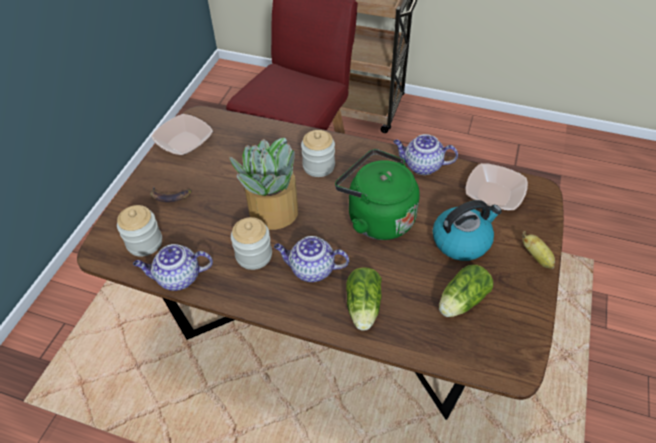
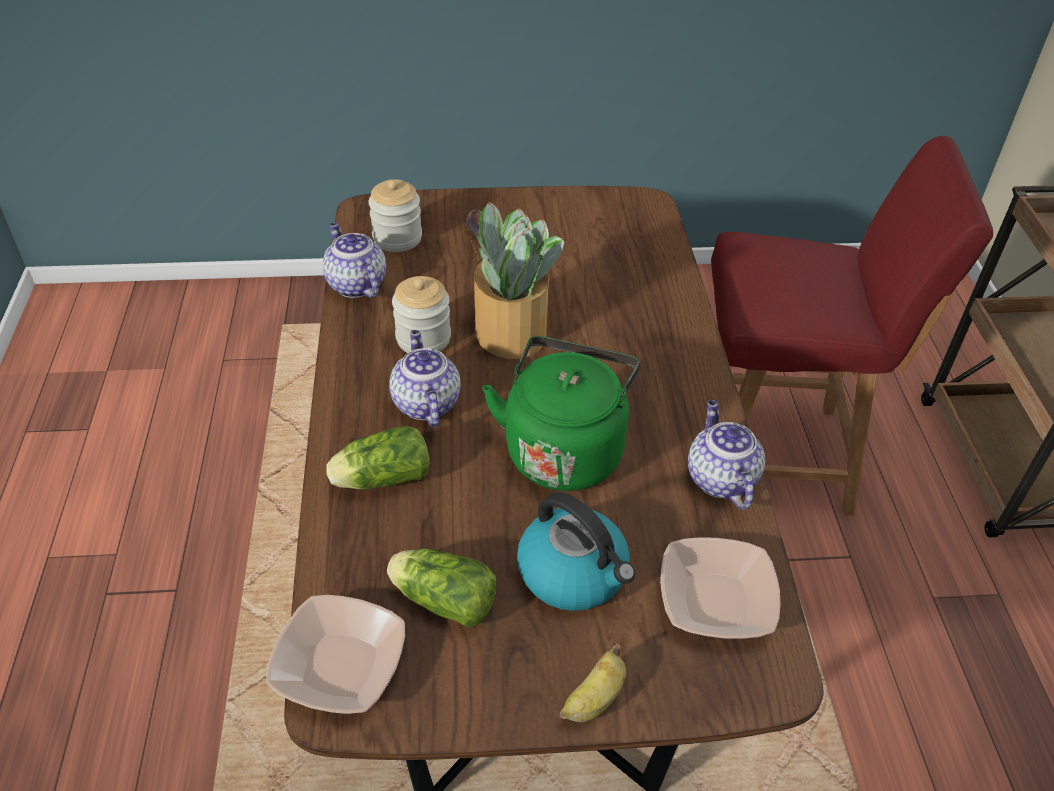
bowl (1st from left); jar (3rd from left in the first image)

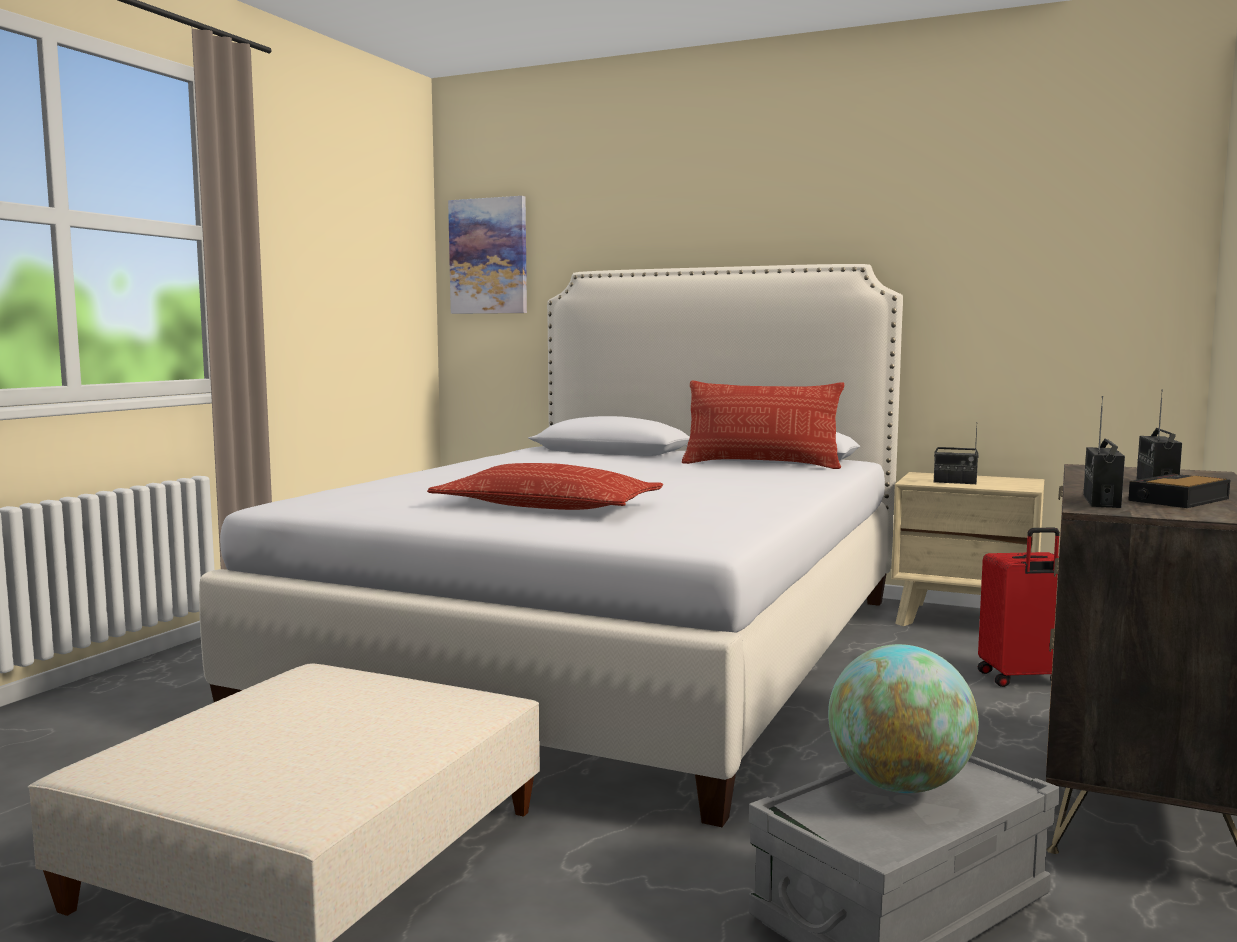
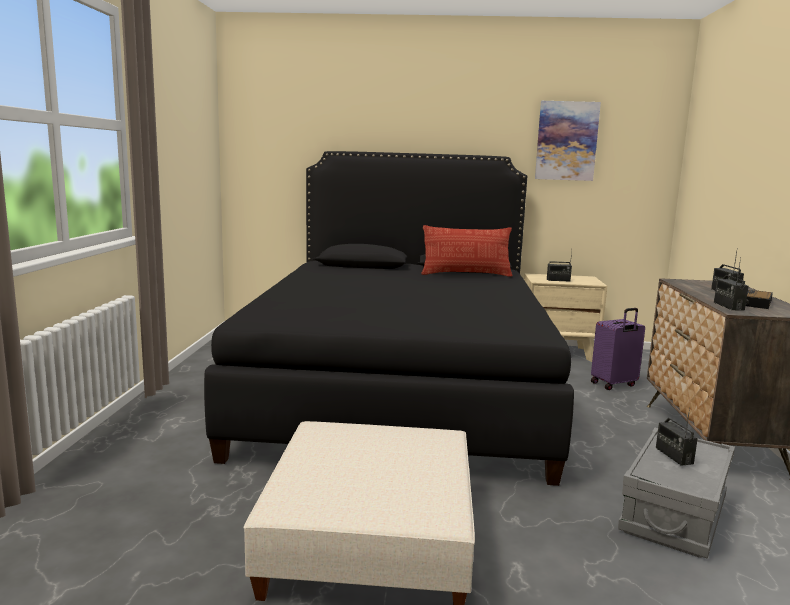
picture; black bed; pillow (1st from left in the first image); purple suitcase; radio (2nd from left)

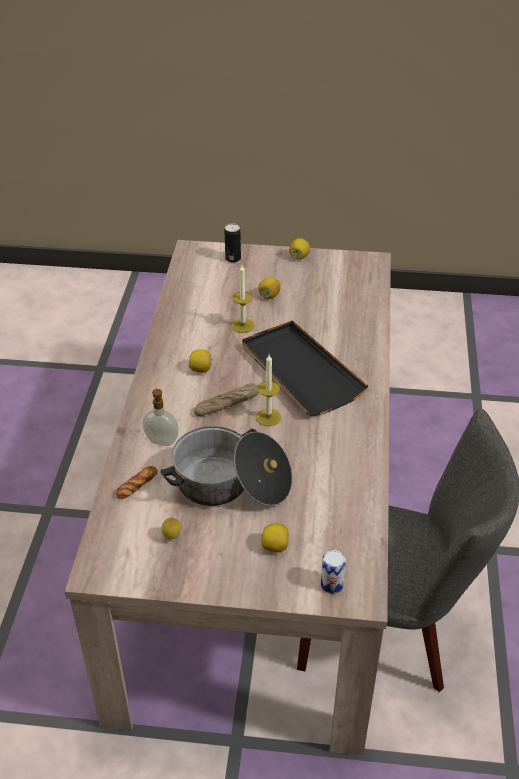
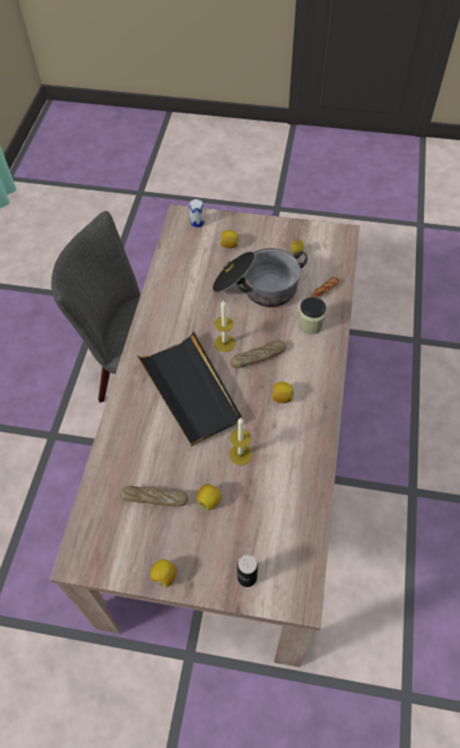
jar; bread (1st from left)

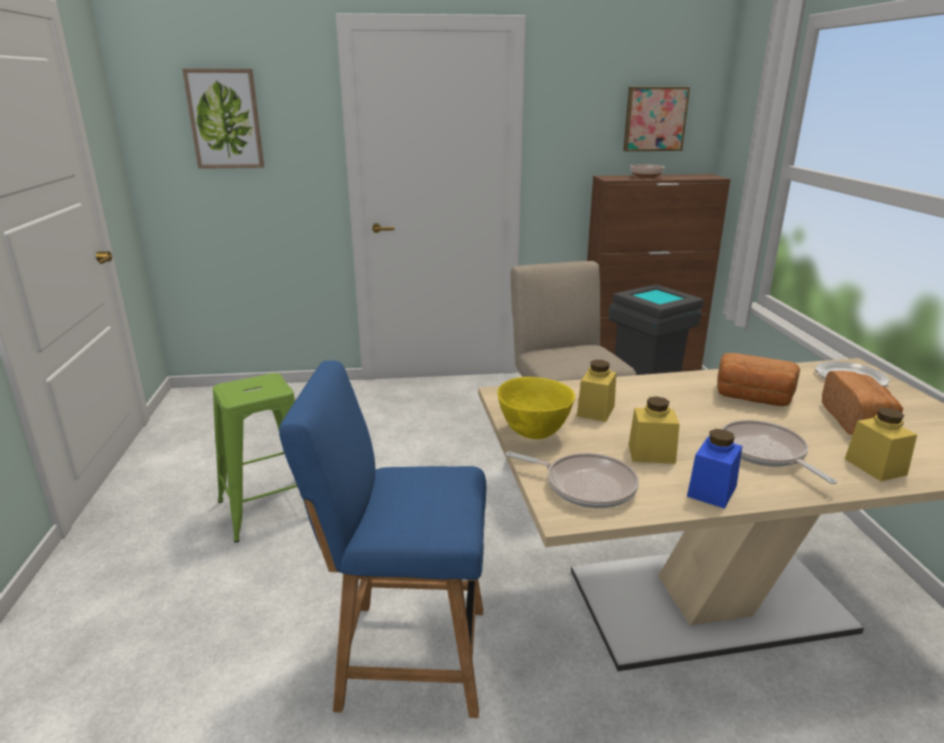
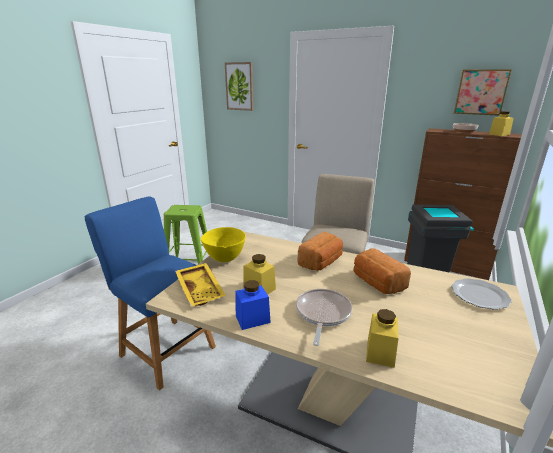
yellow jar (3rd from left); bread (1st from left); yellow tray

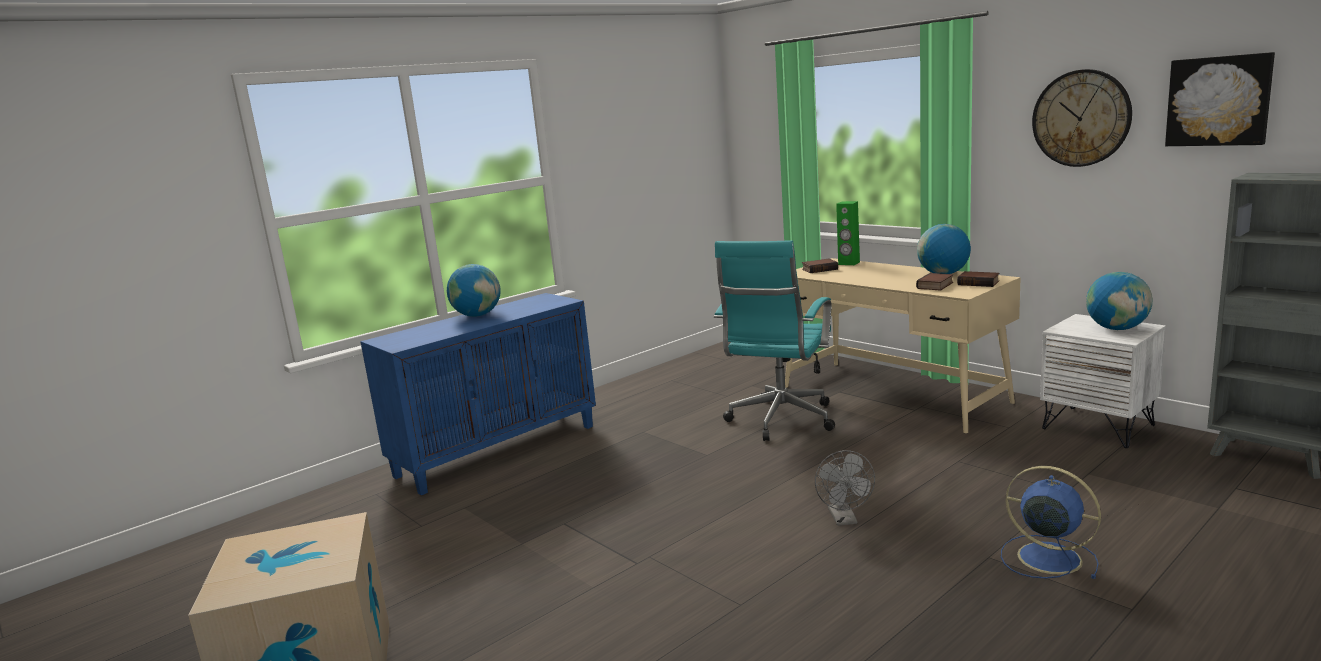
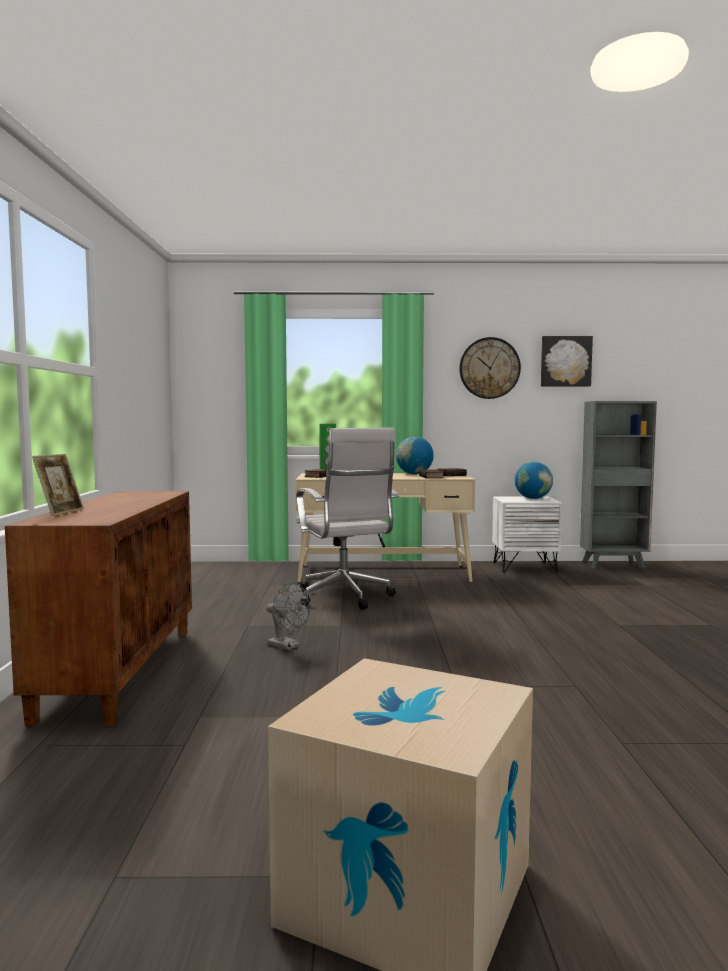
white office chair; globe (1st from left in the first image); brown cabinet; grey fan; blue fan; picture frame

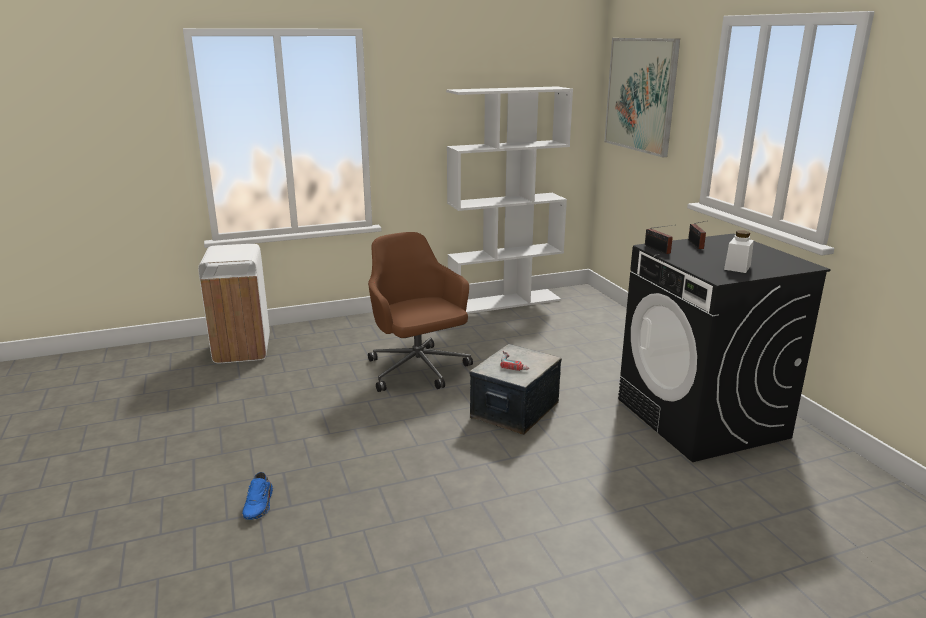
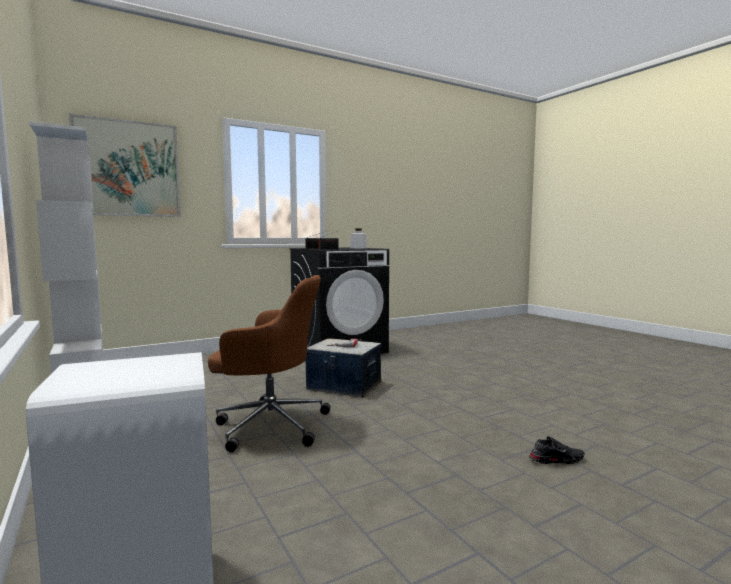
brown office chair; black shoe

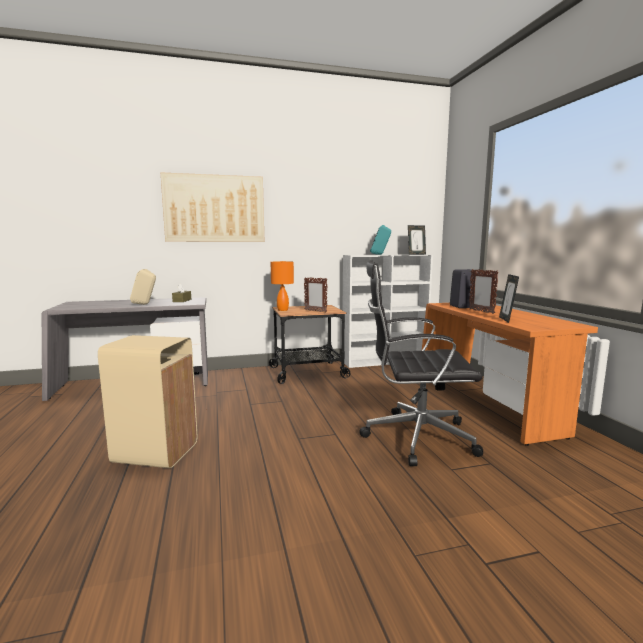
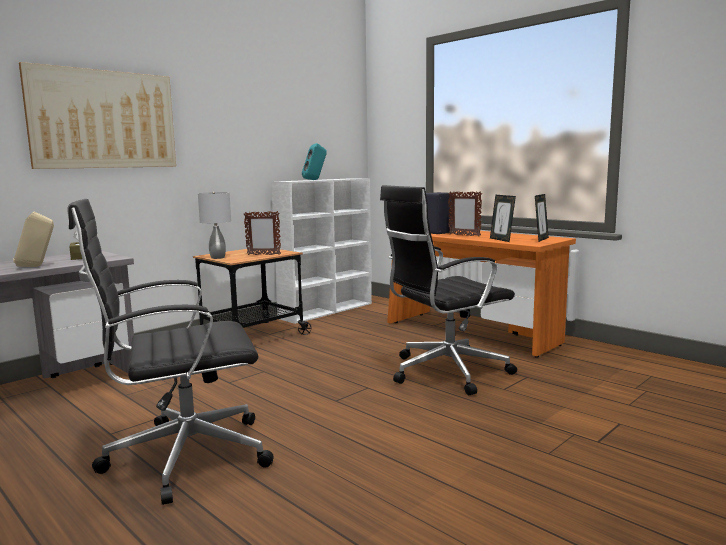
picture frame (4th from left); grey table lamp; black office chair (1st from left)

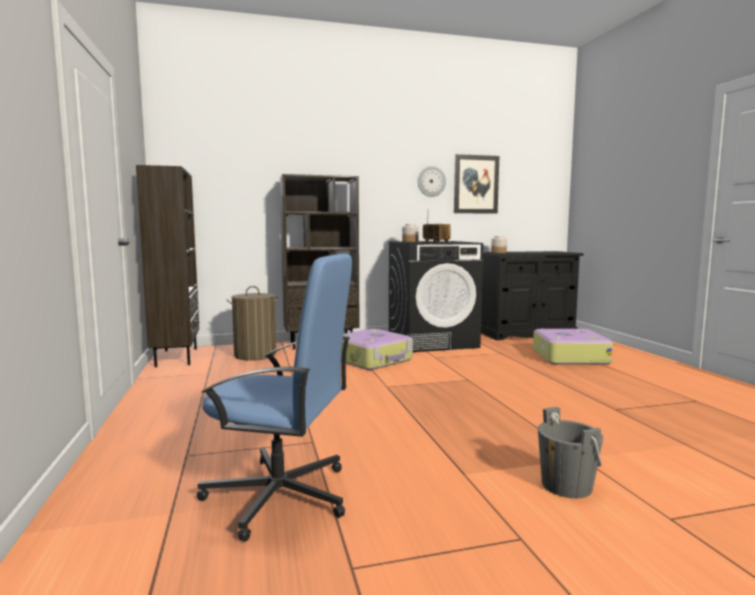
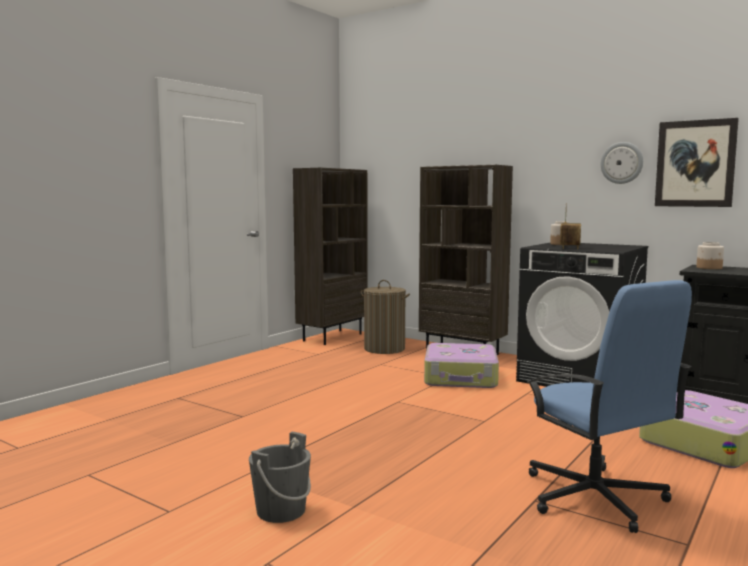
blue office chair

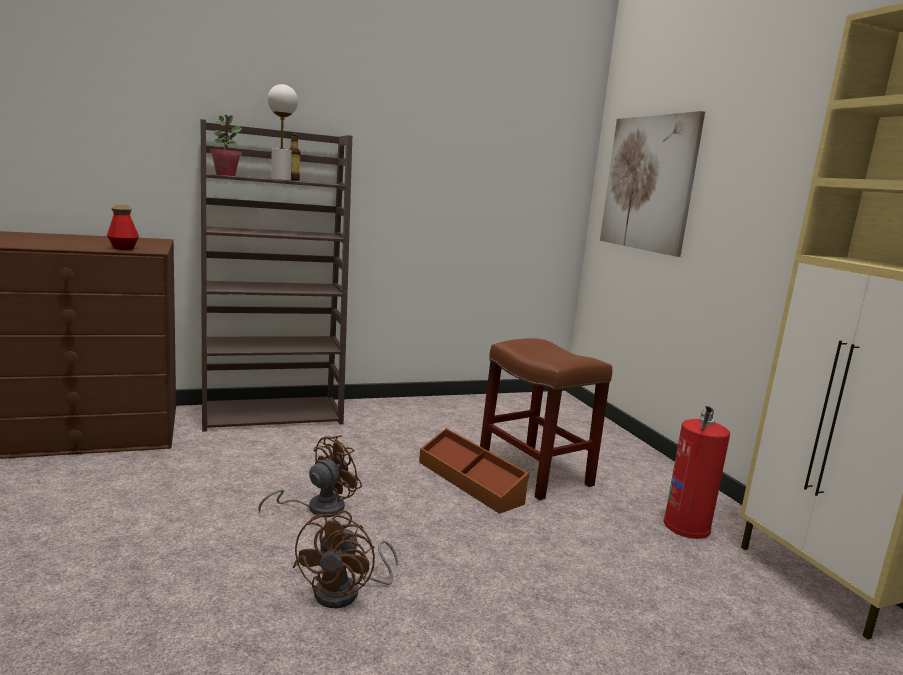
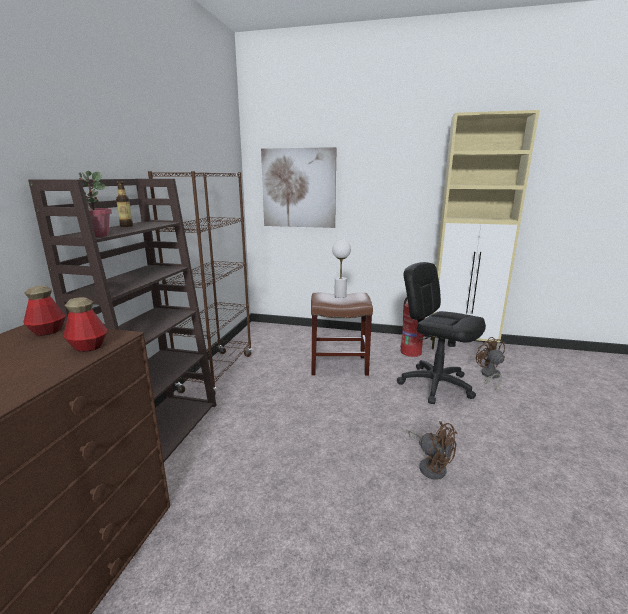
white table lamp; brown storage box; brown fan (2nd from left); brown bookcase (2nd from left); black office chair; bottle (1st from left)

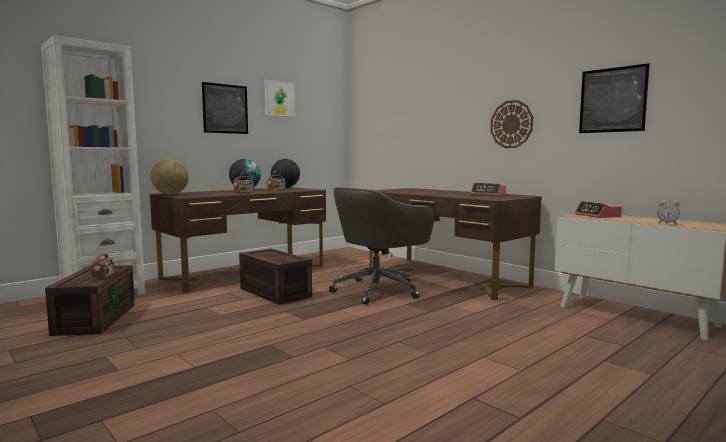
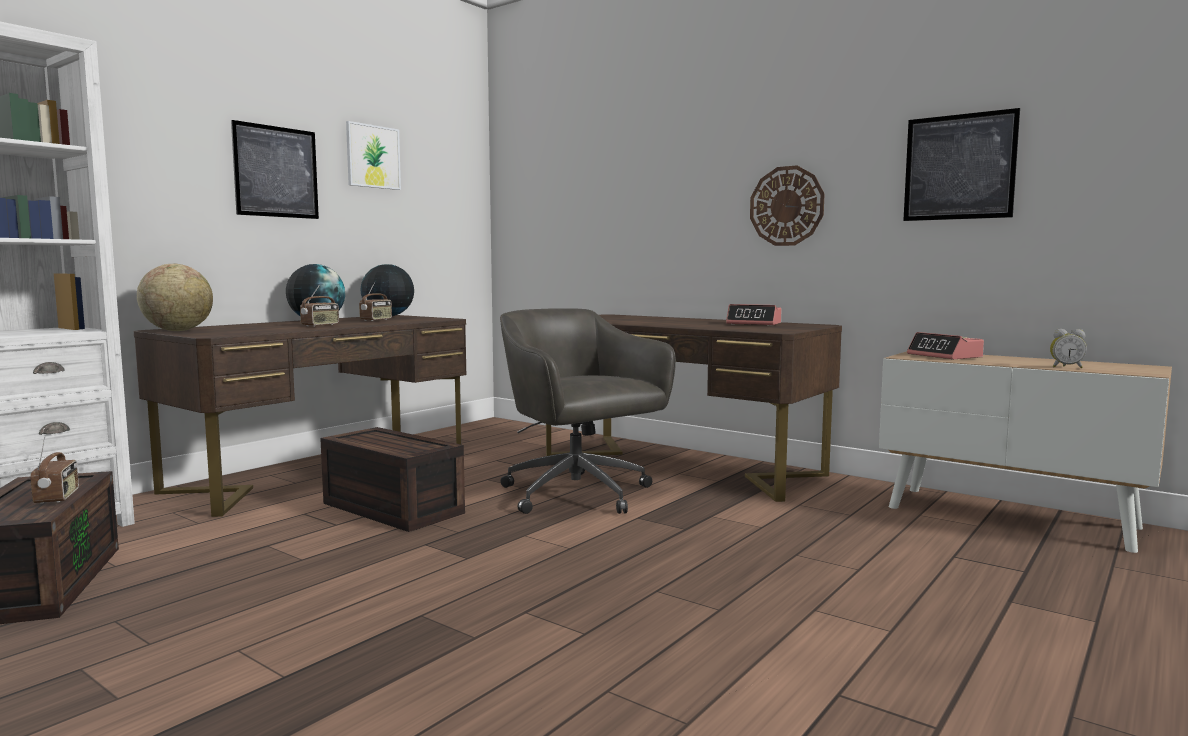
grey office chair

